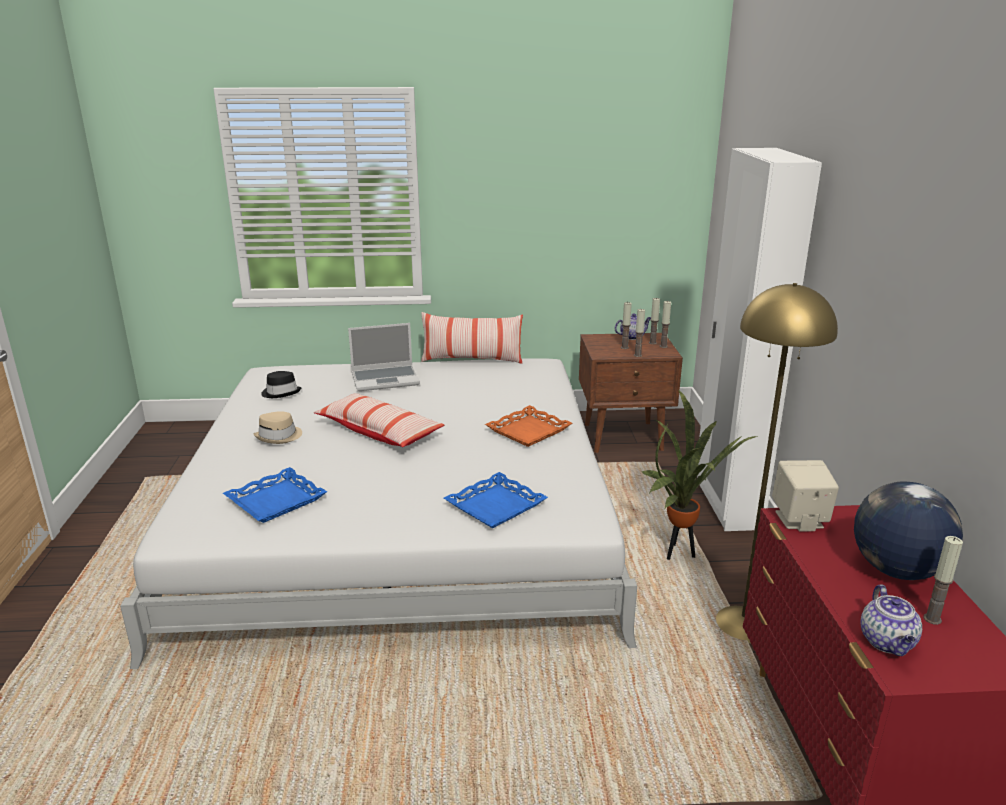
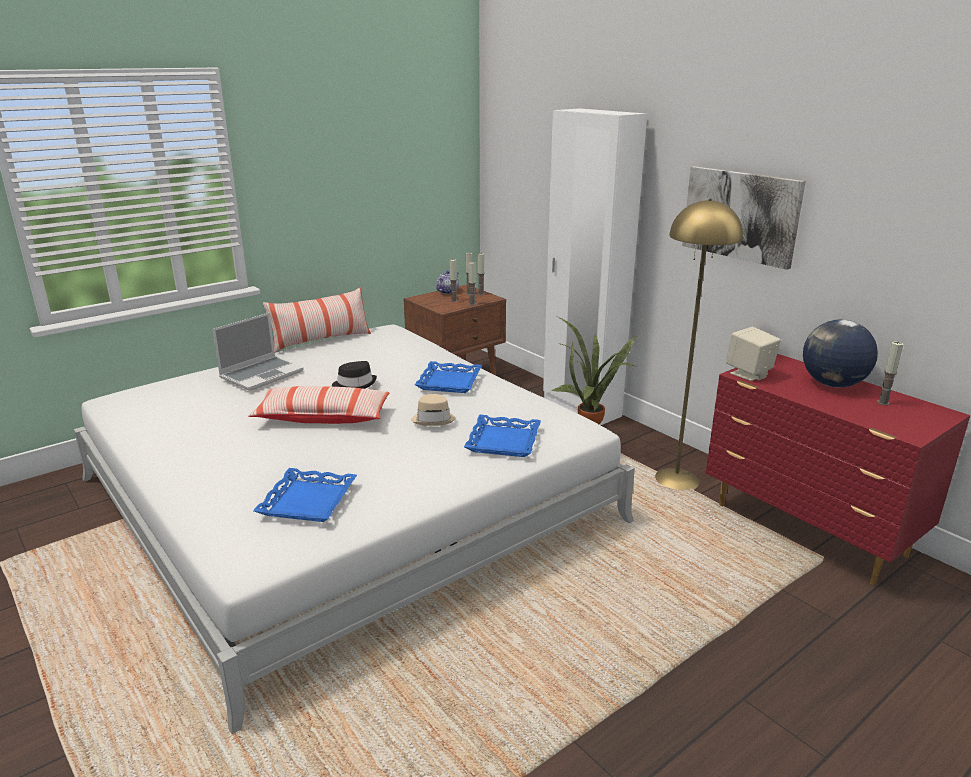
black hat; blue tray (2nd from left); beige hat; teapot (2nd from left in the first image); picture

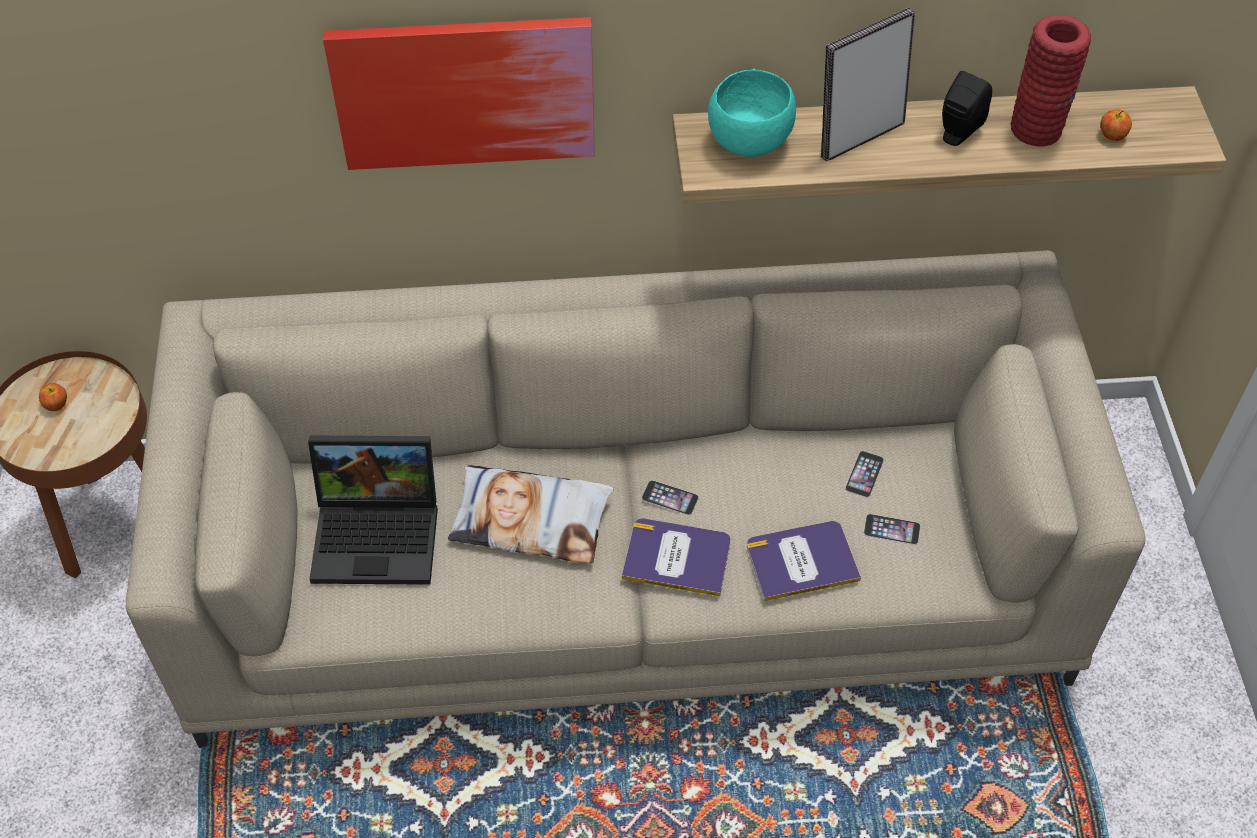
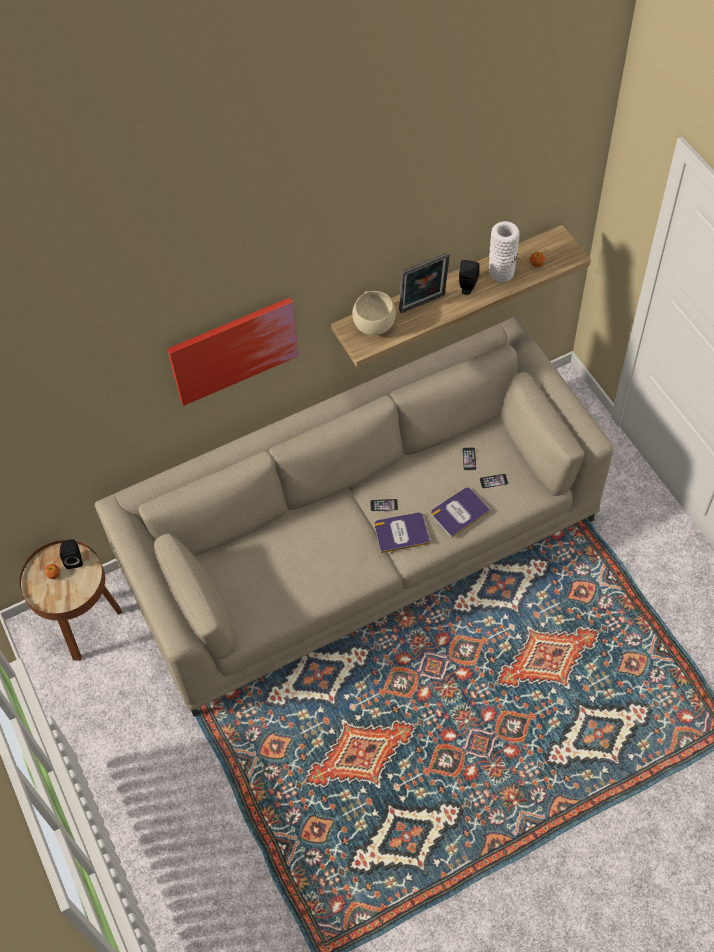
picture frame; white vase; beige bowl; laptop; pillow; black speaker (1st from left)

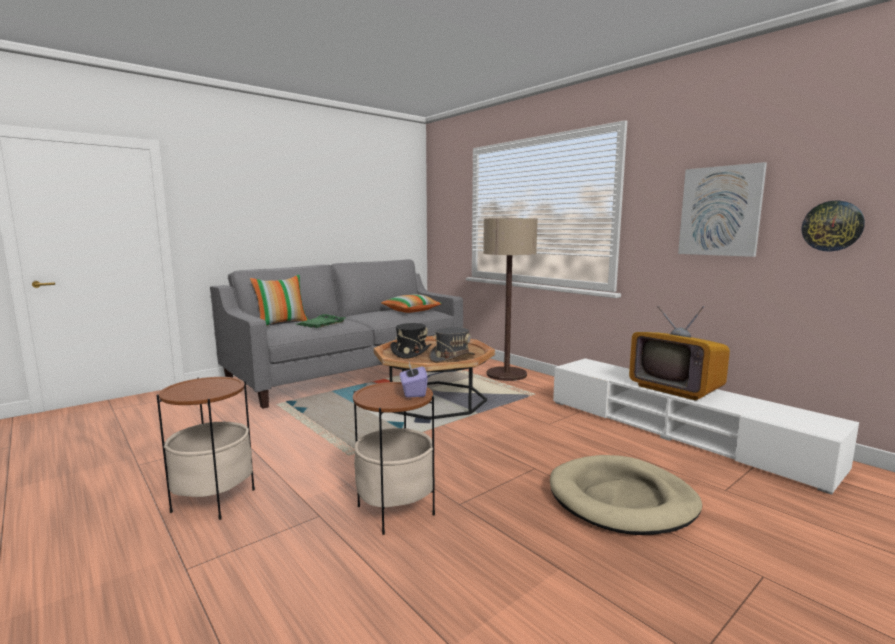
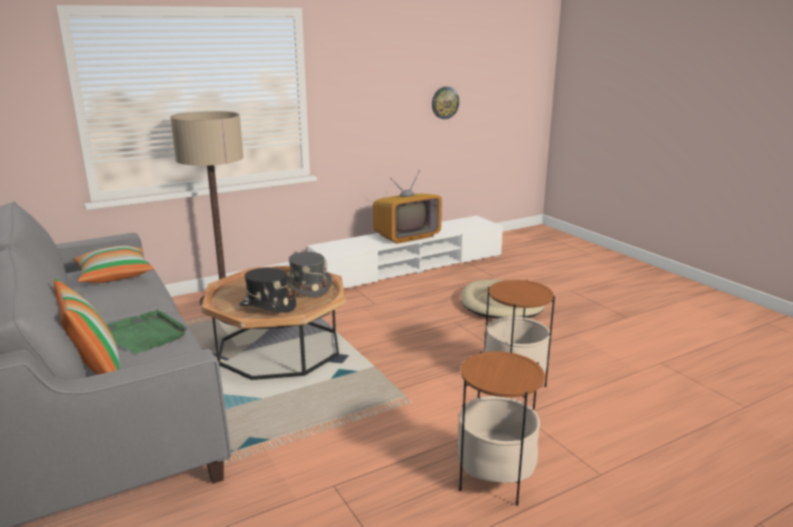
picture; purple tissue box

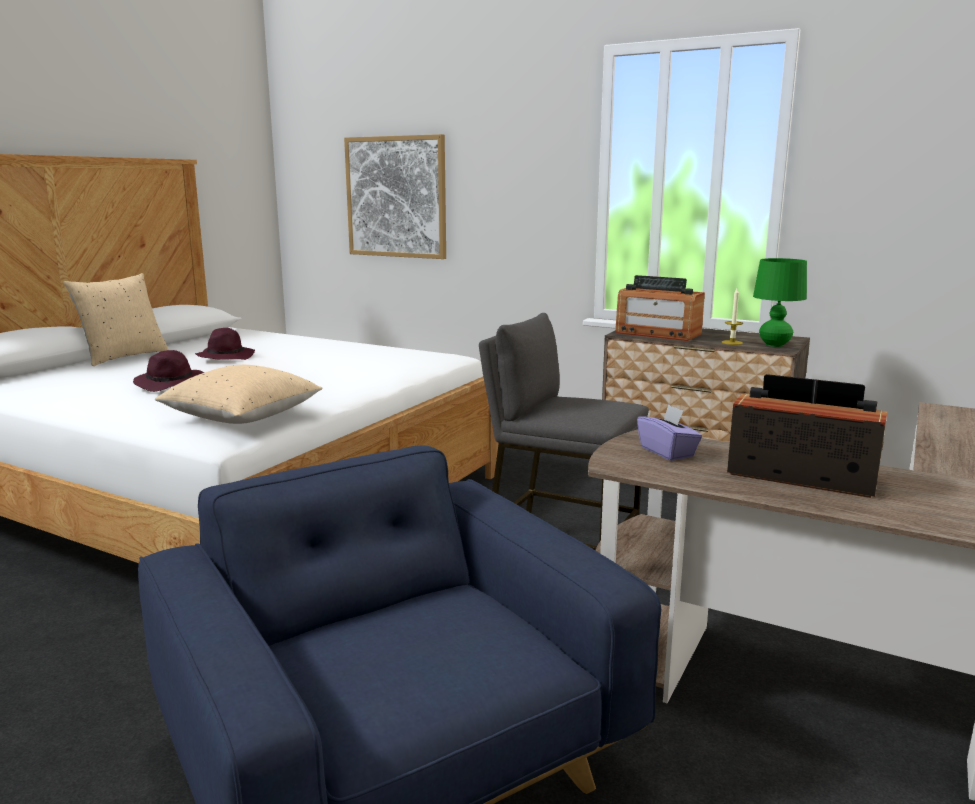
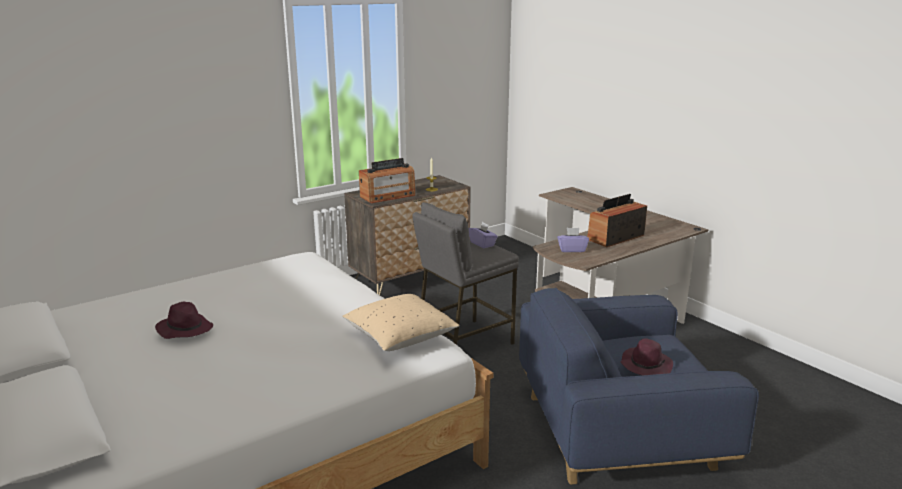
picture; green table lamp; beige pillow (1st from left in the first image); purple hat (2nd from left); purple tissue box (1st from left)

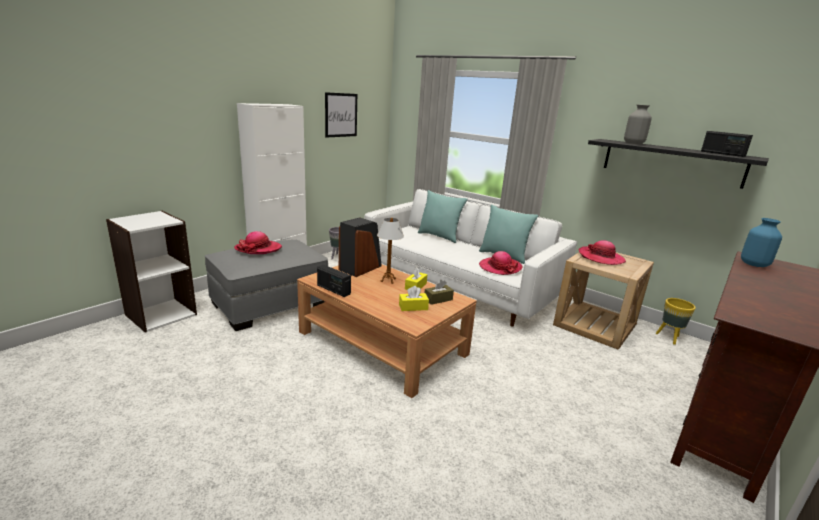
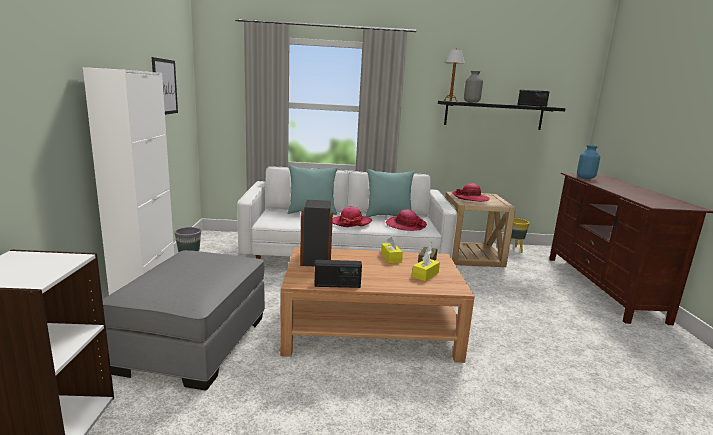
table lamp; hat (1st from left)

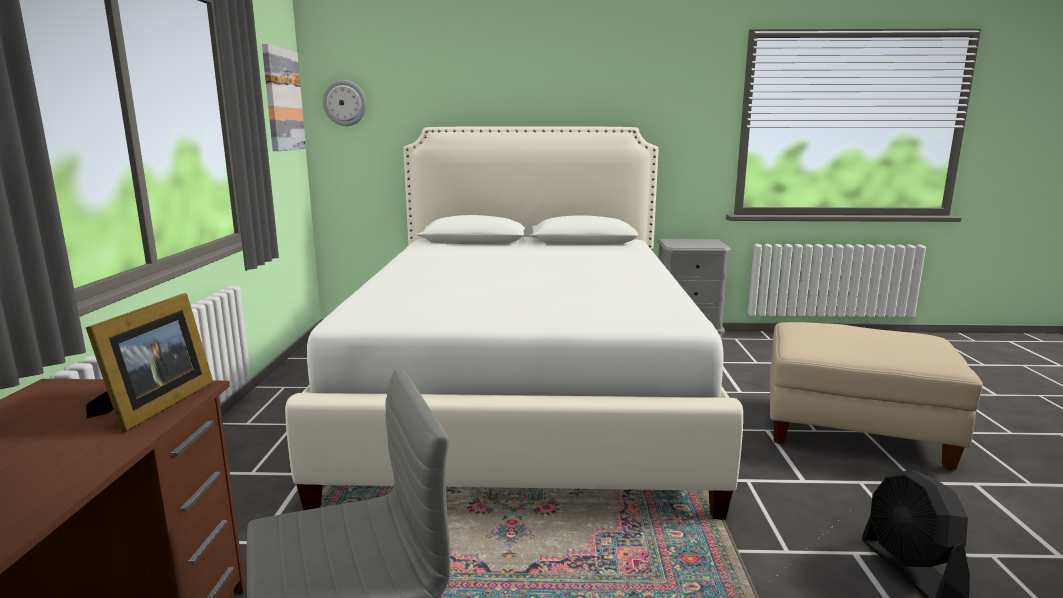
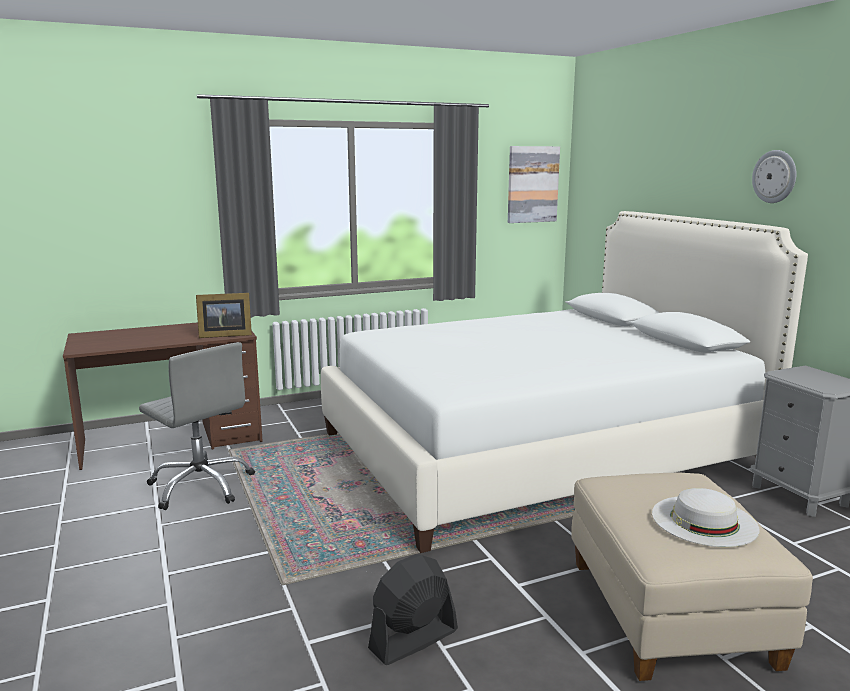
wall clock; white hat

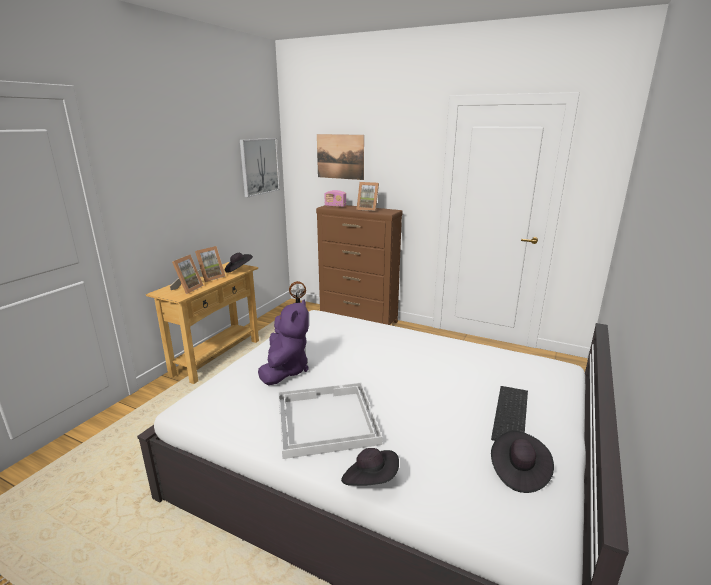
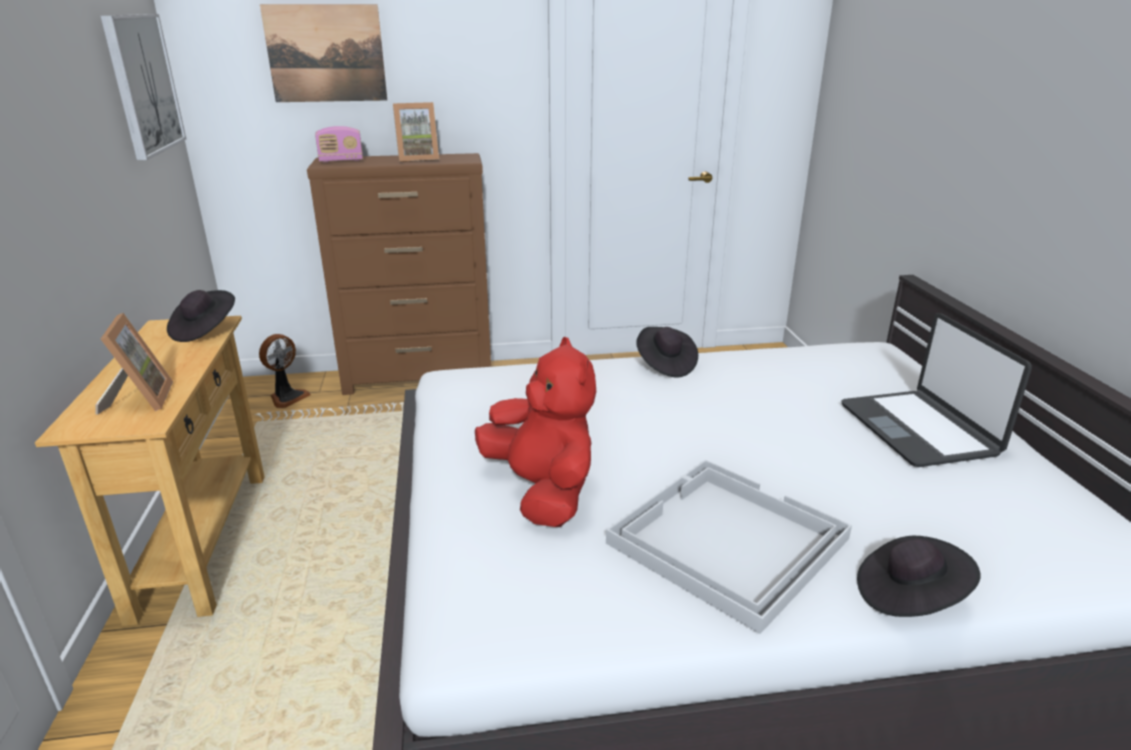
picture frame (2nd from left in the first image); red plush toy; laptop; black hat (2nd from left)

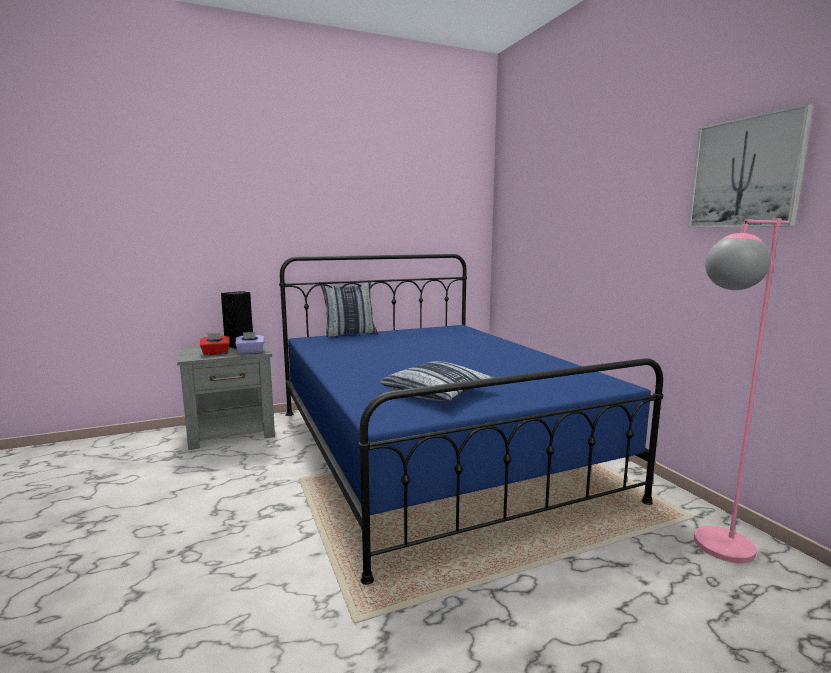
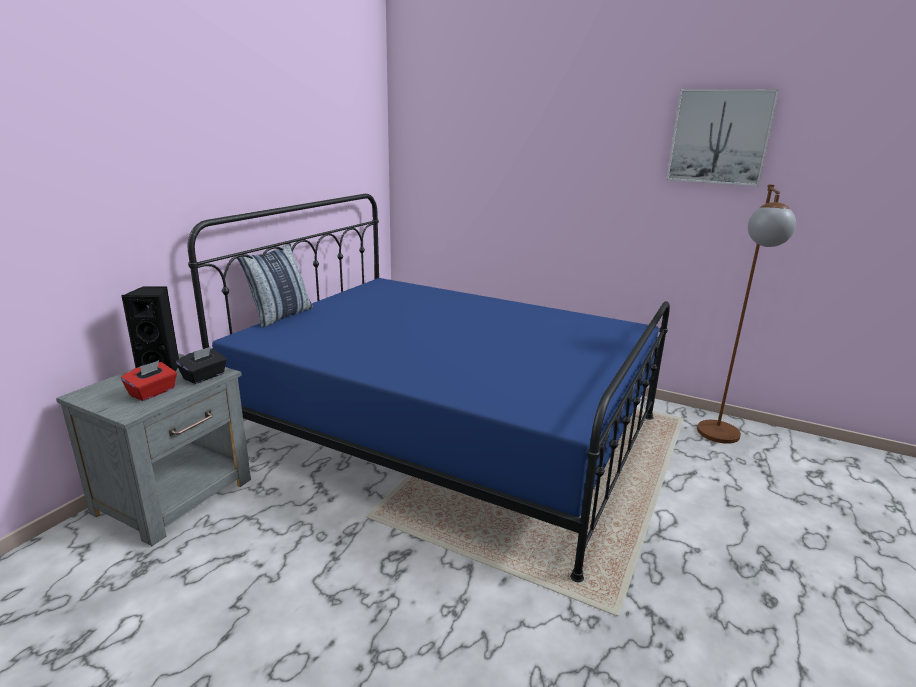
brown floor lamp; black tissue box; pillow (2nd from left in the first image)

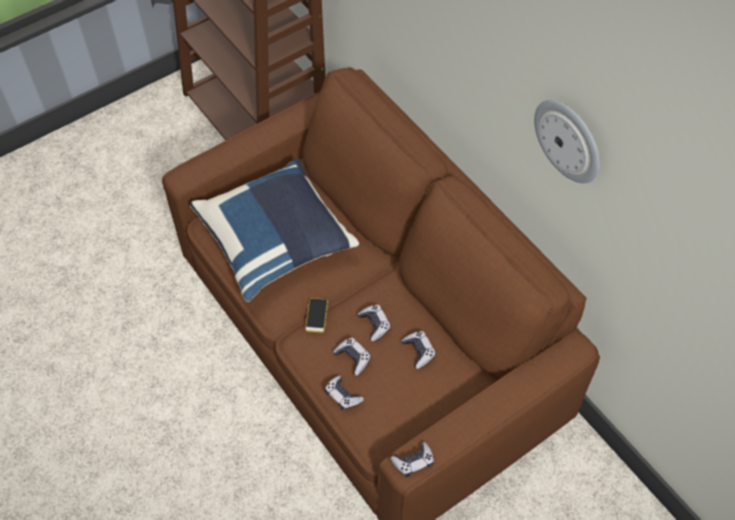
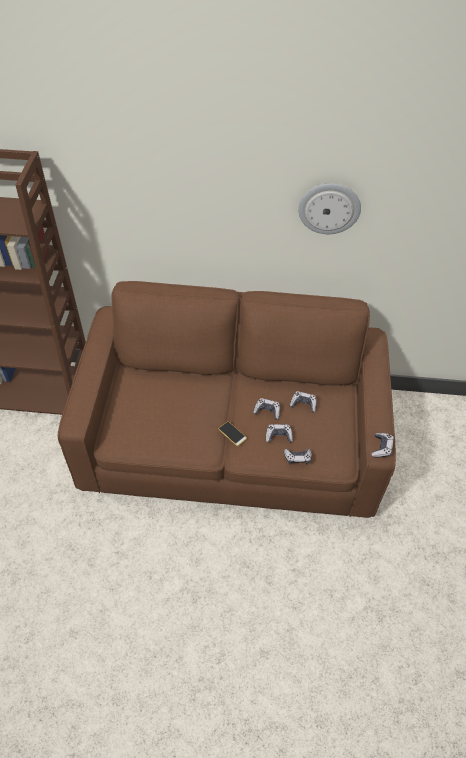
blue pillow

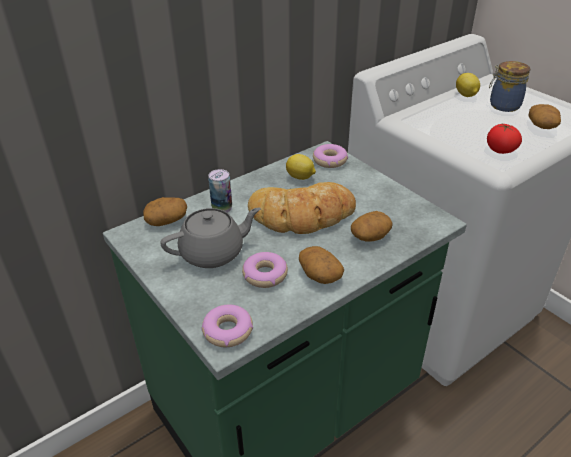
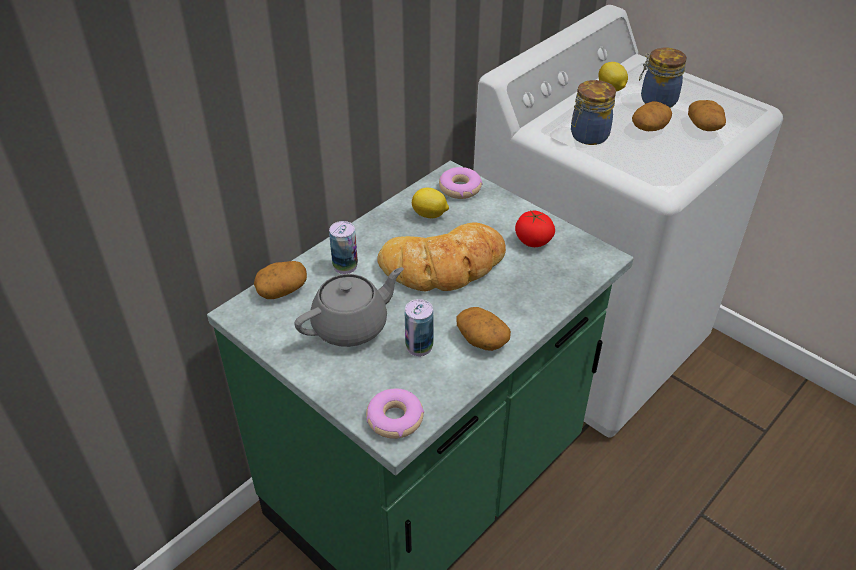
tomato; potato (3rd from left); can (2nd from left); jar (1st from left)

